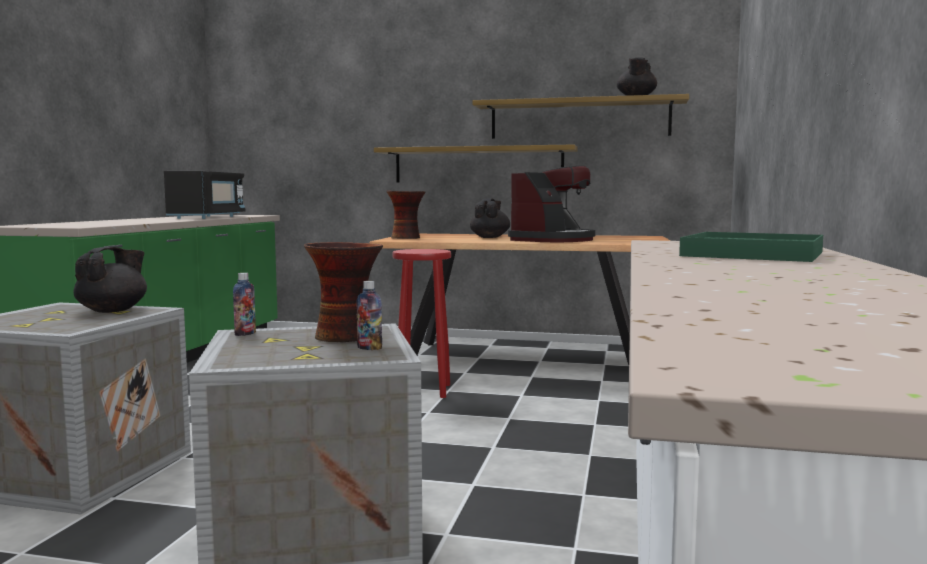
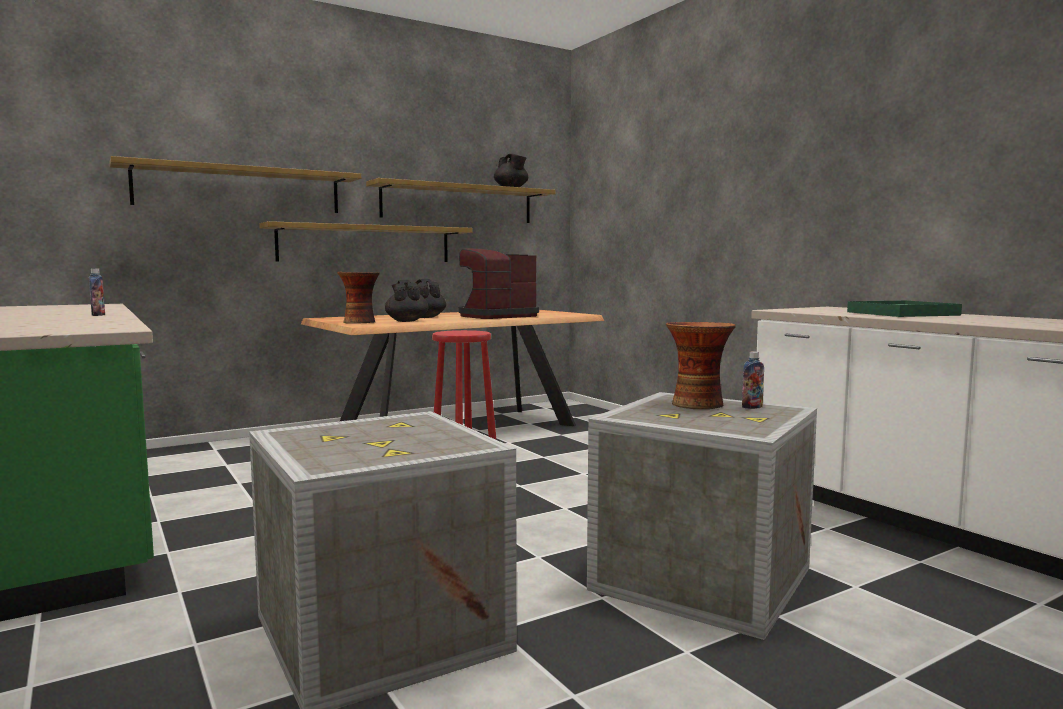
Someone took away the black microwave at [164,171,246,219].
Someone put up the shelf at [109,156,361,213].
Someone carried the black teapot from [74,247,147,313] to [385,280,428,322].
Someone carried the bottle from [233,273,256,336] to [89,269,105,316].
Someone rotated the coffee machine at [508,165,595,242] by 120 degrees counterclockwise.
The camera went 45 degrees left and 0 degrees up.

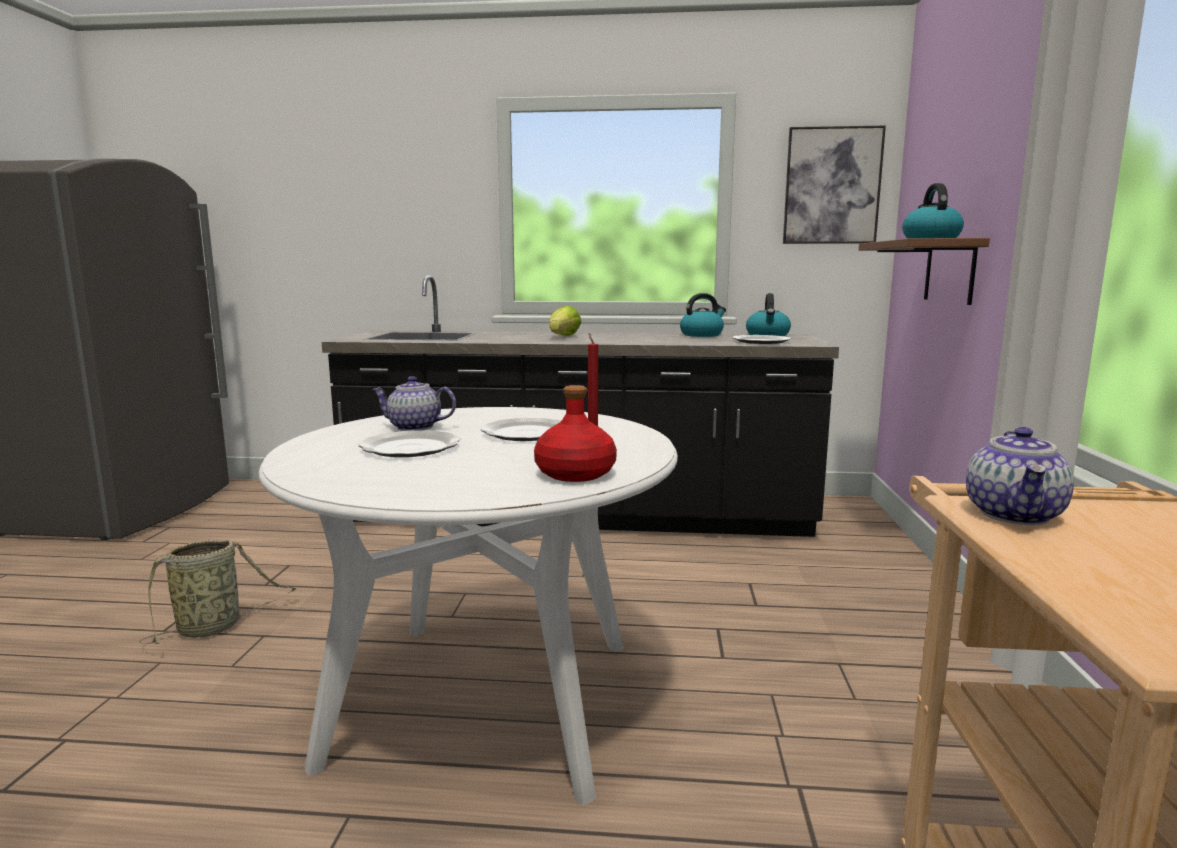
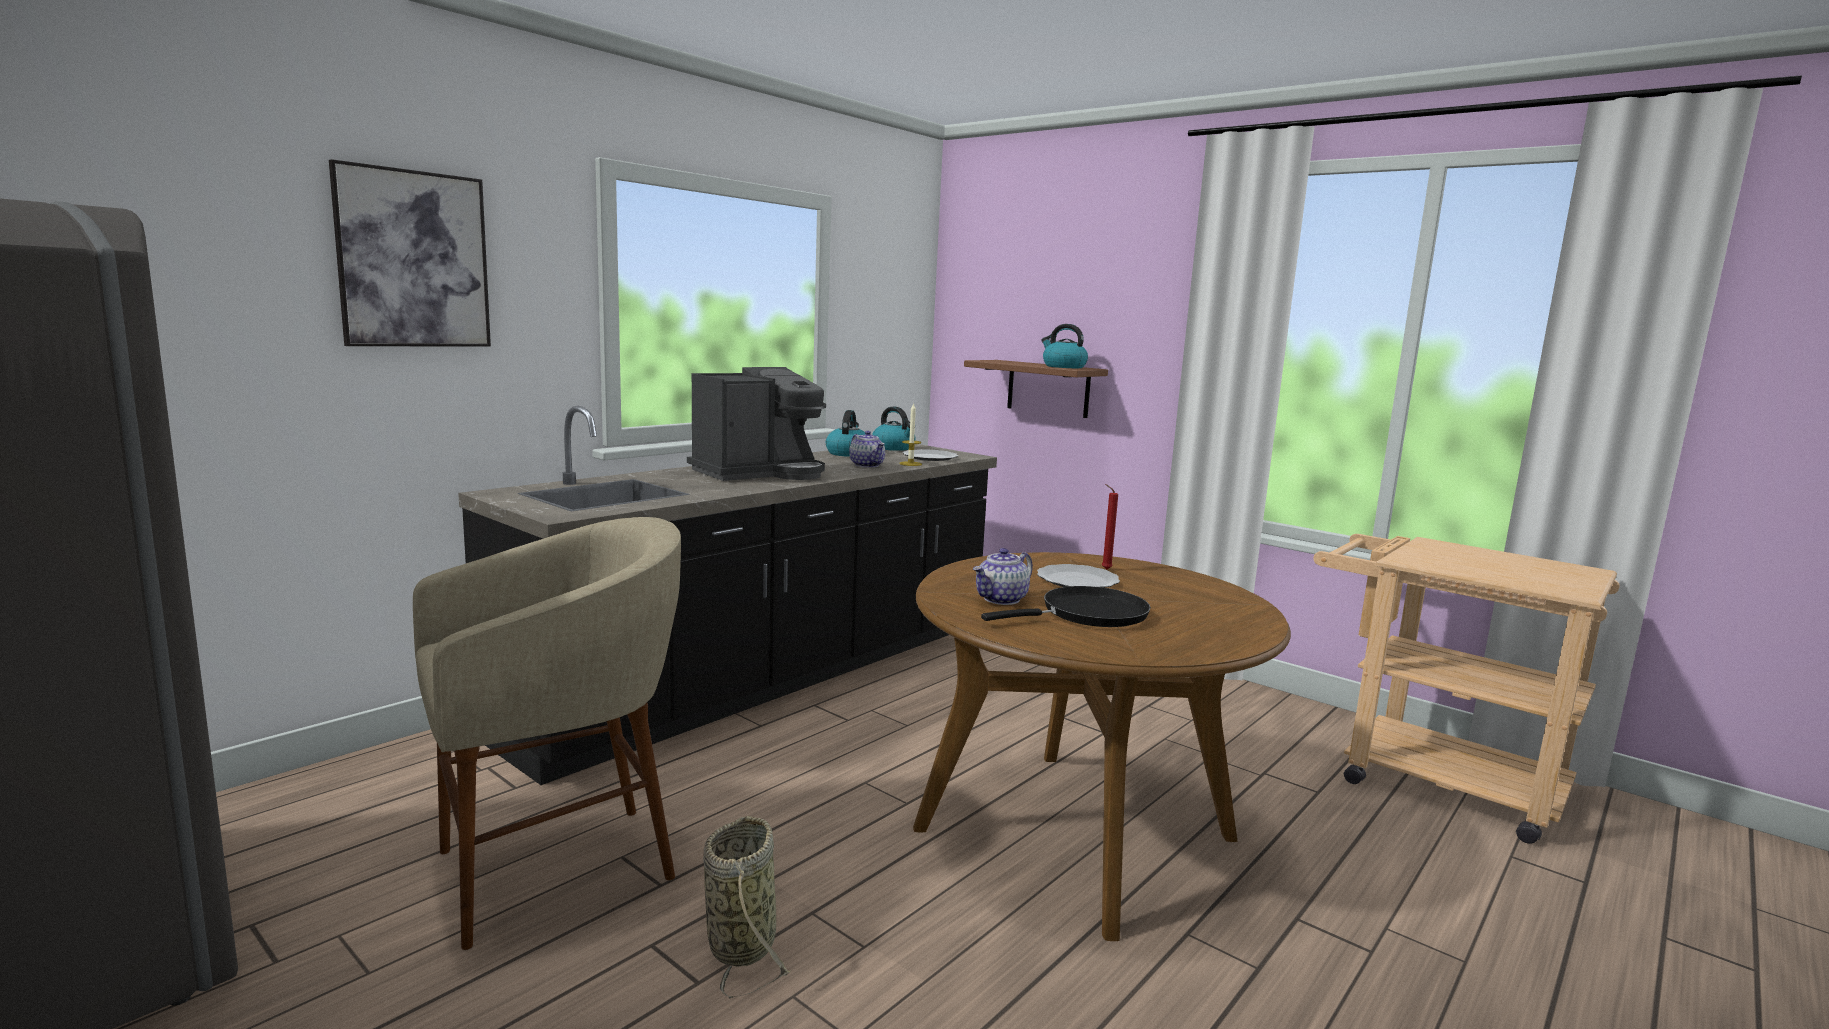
Someone took away the red bottle at [534,385,617,482].
Someone put down the beige stool at [413,517,681,950].
Someone put down the candle at [900,402,922,466].
Someone carried the picture from [783,126,886,244] to [329,159,491,346].
Someone carried the teapot from [966,427,1074,525] to [849,431,885,468].
Someone swapped the plate at [359,430,460,457] for the black frying pan at [981,586,1151,627].
Someone swapped the lettuce at [550,305,582,336] for the coffee machine at [687,367,826,481].
Someone repainted the white dining table at [259,407,678,805], which became the brown dining table at [913,552,1291,941].
The camera went 55 degrees left and 0 degrees up.

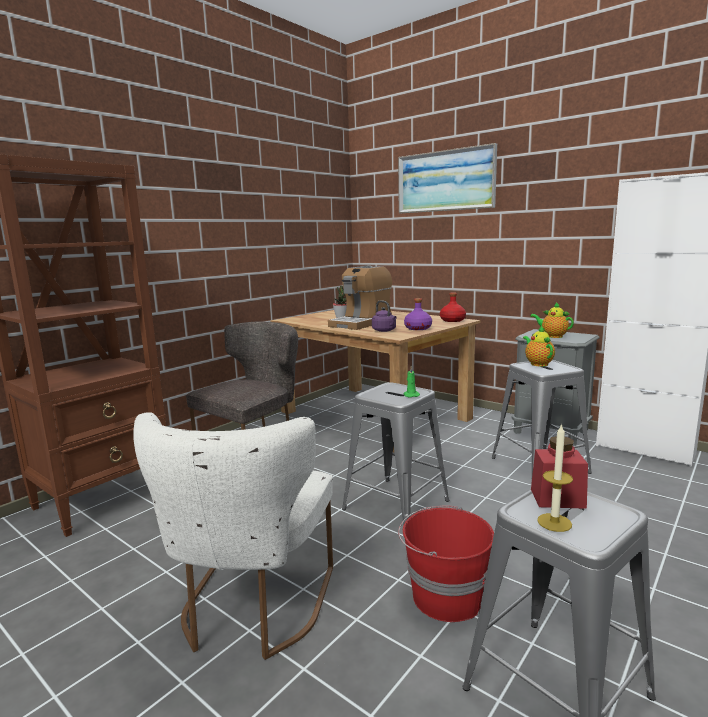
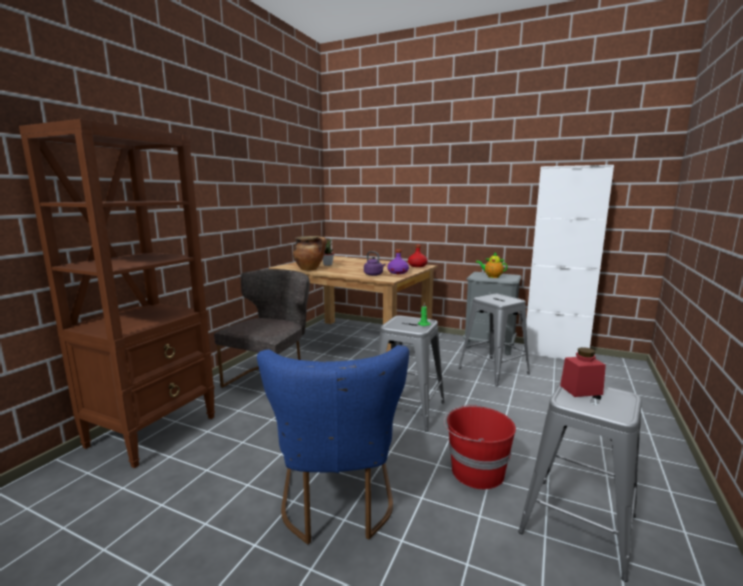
Someone took away the coffee machine at [328,265,392,330].
Someone took away the picture at [398,143,497,213].
Someone took away the teapot at [523,326,555,367].
Someone took away the candle at [537,423,573,532].
Someone put down the cooking pot at [293,236,326,271].
Someone repainted the white chair at [133,412,333,660], which became the blue chair at [257,345,409,544].
The camera went 15 degrees left and 0 degrees up.

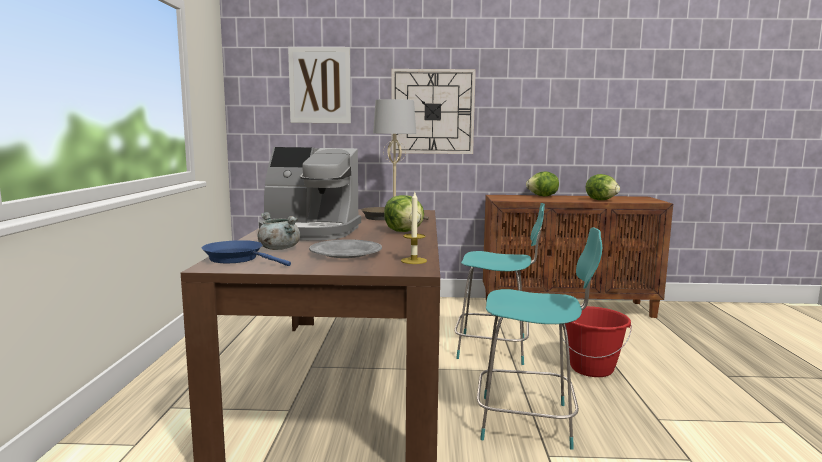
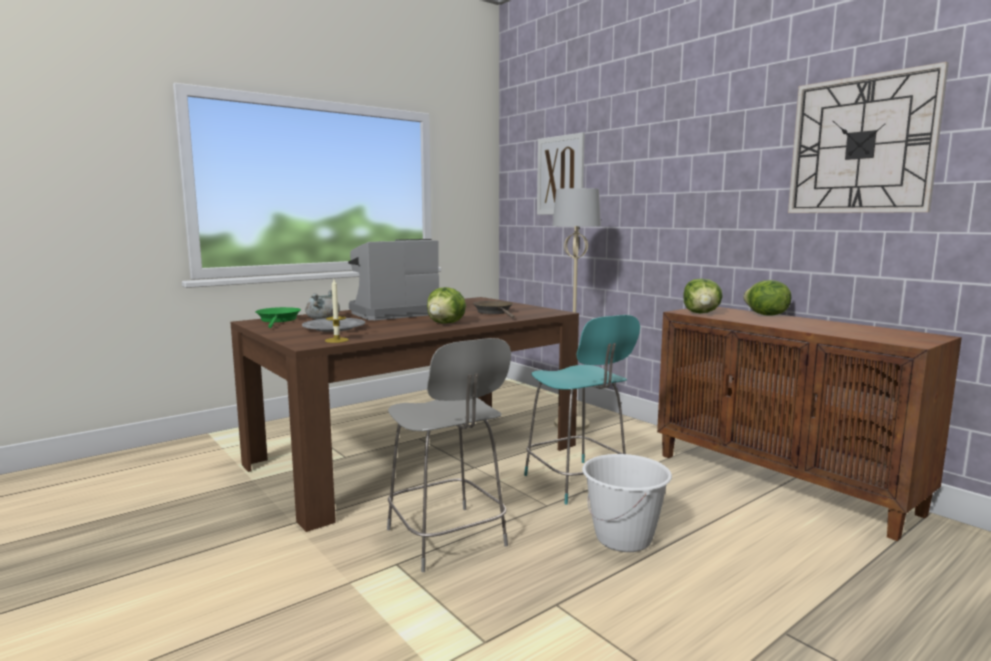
Someone carried the wall clock from [391,69,476,154] to [788,62,949,213].
Someone carried the lettuce from [586,174,620,200] to [683,279,723,313].
Someone repainted the blue frying pan at [201,240,291,266], which became the green frying pan at [255,307,301,328].
Someone repainted the turquoise chair at [477,228,602,450], which became the grey chair at [387,338,511,572].
Someone repainted the red bucket at [563,306,632,377], which became the white bucket at [582,454,672,552].
Someone rotated the coffee machine at [259,147,361,241] by 90 degrees clockwise.
The camera went 50 degrees right and 0 degrees up.

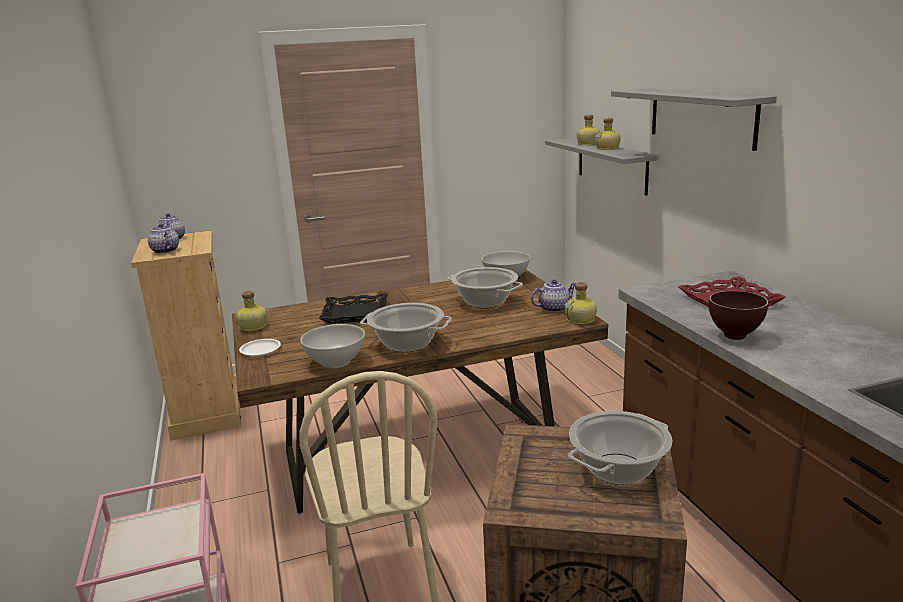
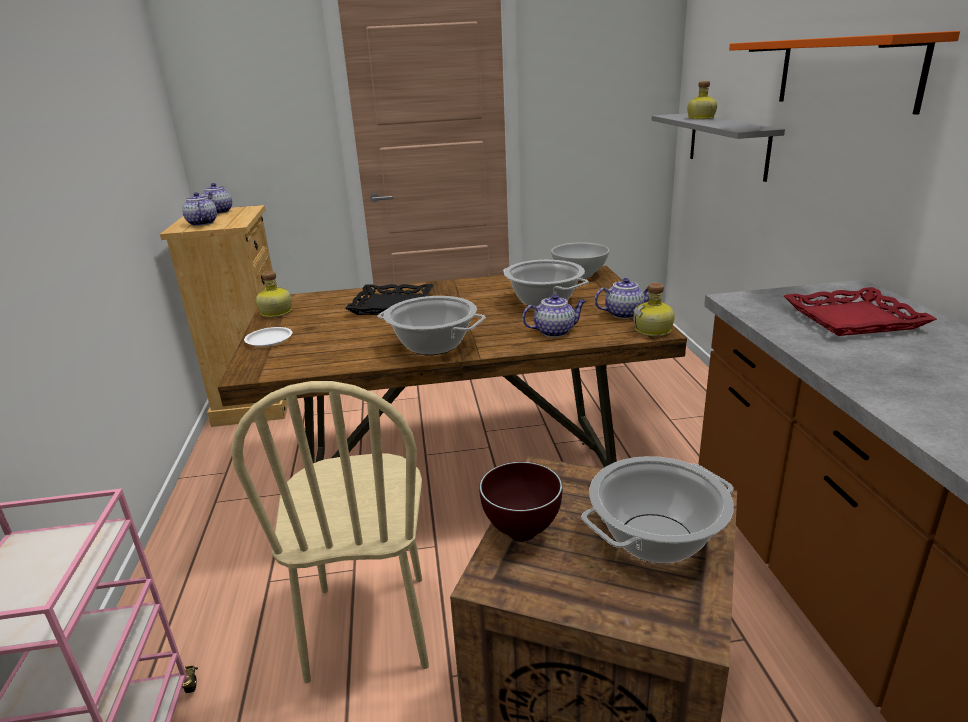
Someone took away the white bowl at [300,324,365,368].
Someone took away the bottle at [595,118,621,150].
Someone put down the teapot at [522,294,586,337].
Someone carried the brown bowl from [709,291,769,340] to [479,462,562,541].
Someone repainted the grey shelf at [611,88,777,151], which became the orange shelf at [729,31,960,115].
The camera went 10 degrees right and 5 degrees up.

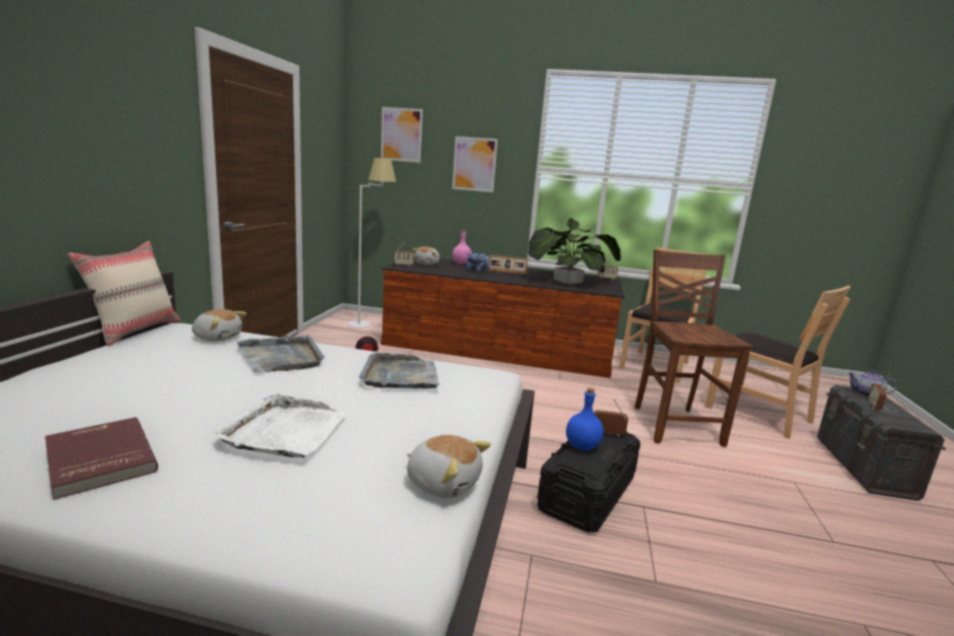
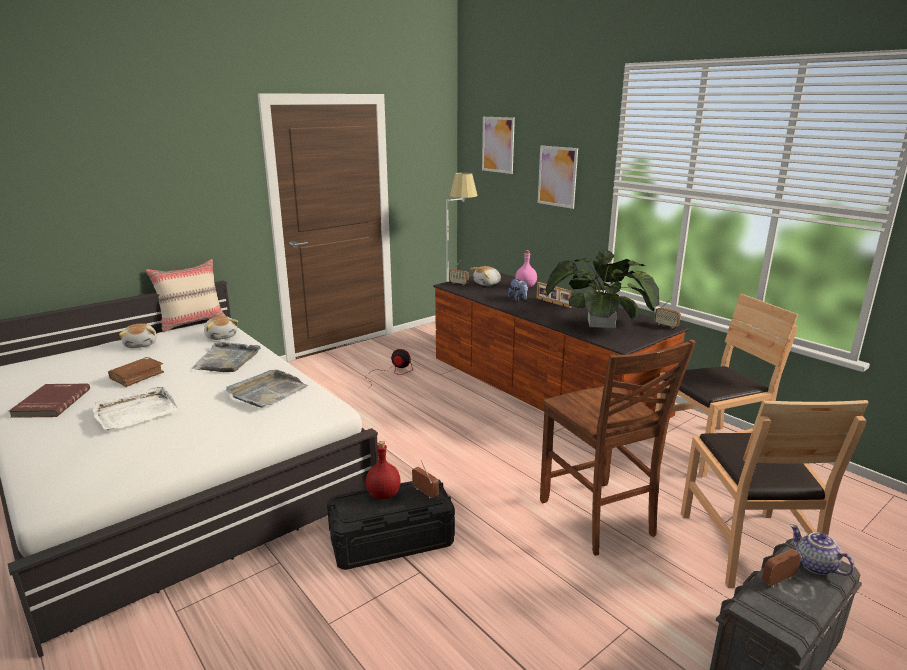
Someone put down the brown book at [108,357,164,387].
Someone carried the plush toy from [407,435,491,498] to [119,323,157,348].
Someone repainted the blue bottle at [566,387,604,451], which became the red bottle at [366,441,401,499].
Someone rotated the brown chair at [635,250,752,447] by 120 degrees clockwise.
The camera went 40 degrees right and 5 degrees up.

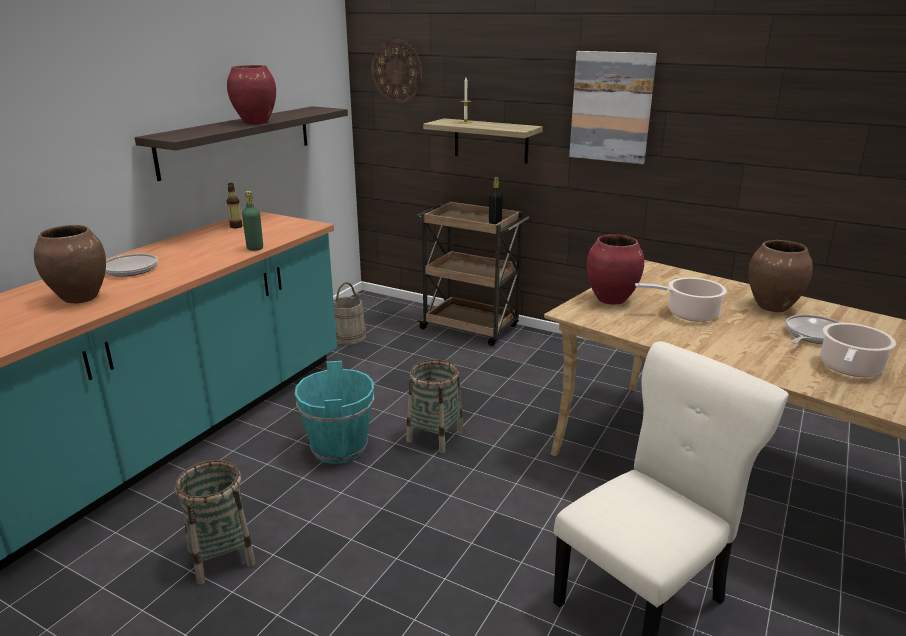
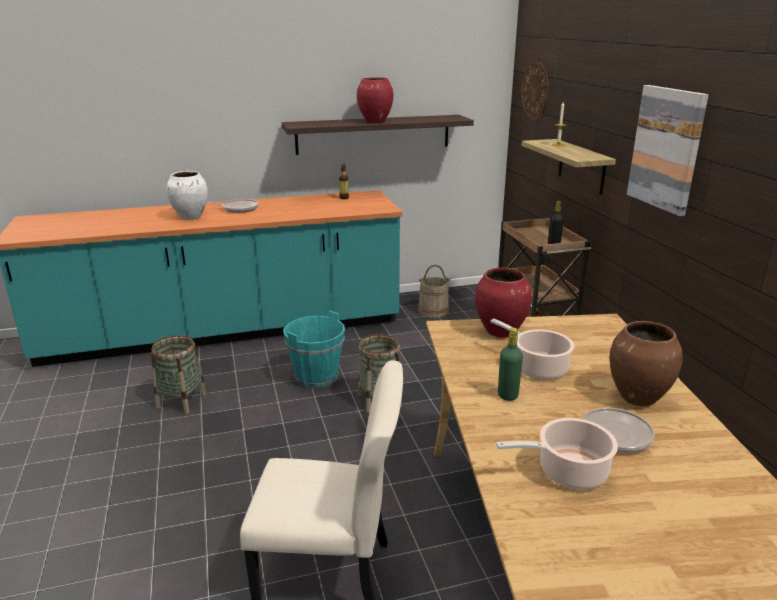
Someone carried the green bottle from [242,191,263,251] to [498,327,523,401].
Someone repainted the brown vase at [34,225,106,304], which became the white vase at [167,171,208,220].
The camera went 45 degrees right and 0 degrees up.

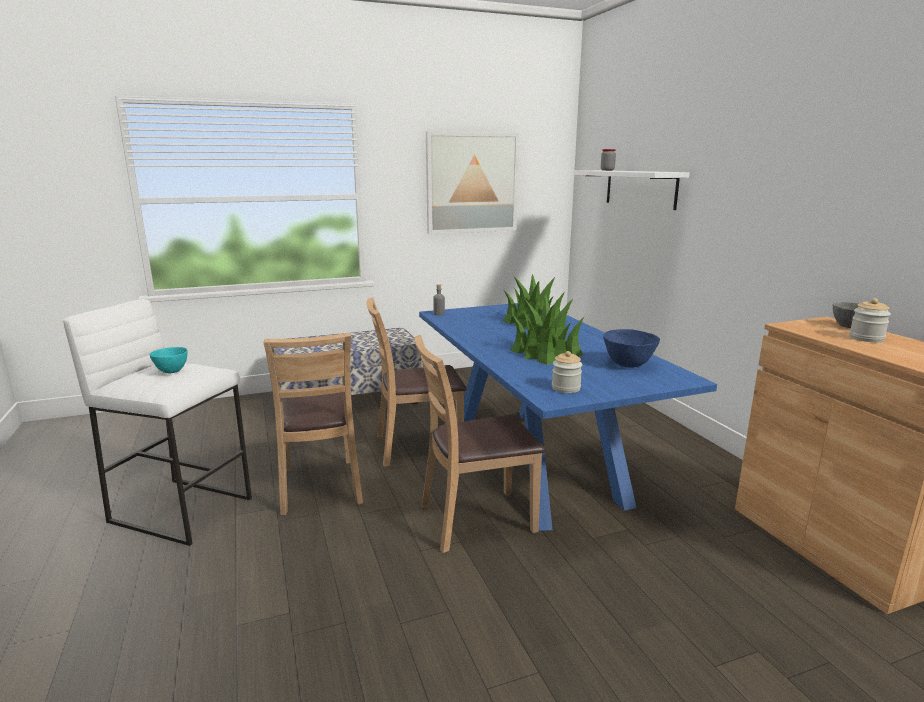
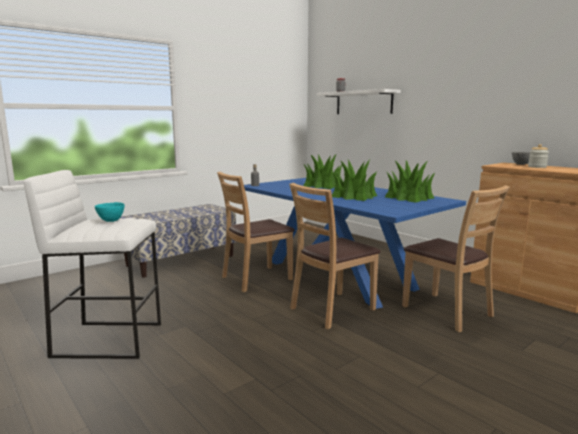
Someone took away the picture at [426,132,519,234].
Someone took away the jar at [552,351,582,393].
Someone carried the brown chair from [263,333,363,515] to [402,185,510,332].
Someone swapped the blue bowl at [603,329,660,367] for the potted plant at [385,160,435,202].
The camera went 20 degrees left and 5 degrees down.

